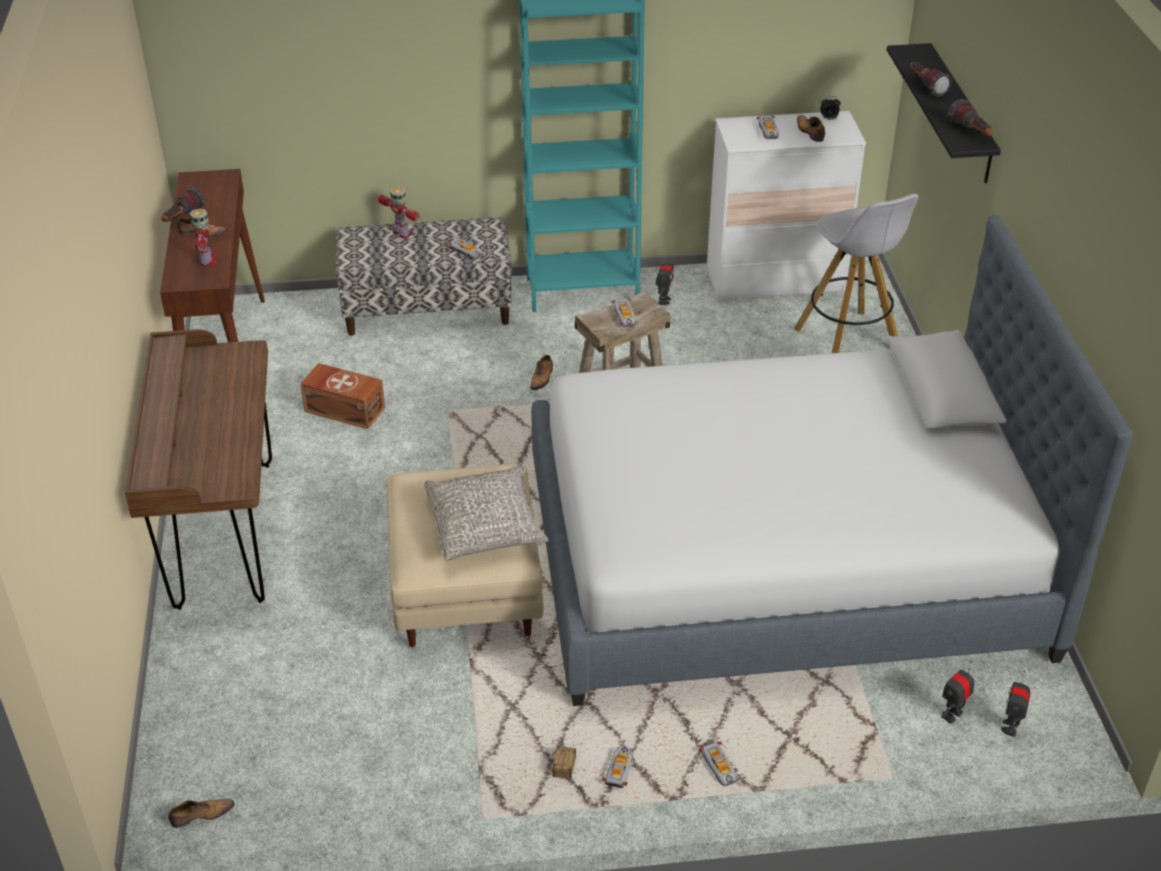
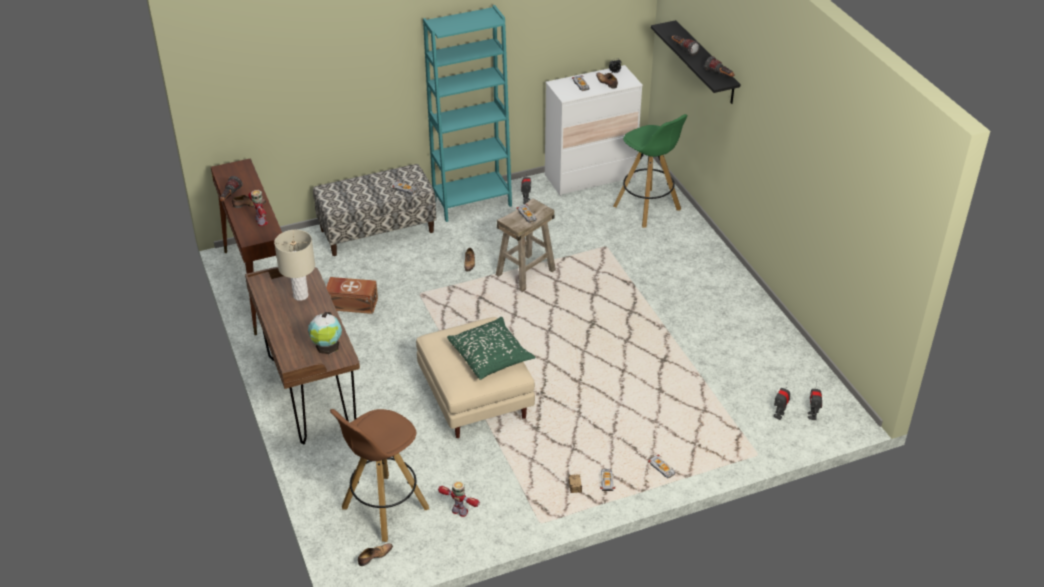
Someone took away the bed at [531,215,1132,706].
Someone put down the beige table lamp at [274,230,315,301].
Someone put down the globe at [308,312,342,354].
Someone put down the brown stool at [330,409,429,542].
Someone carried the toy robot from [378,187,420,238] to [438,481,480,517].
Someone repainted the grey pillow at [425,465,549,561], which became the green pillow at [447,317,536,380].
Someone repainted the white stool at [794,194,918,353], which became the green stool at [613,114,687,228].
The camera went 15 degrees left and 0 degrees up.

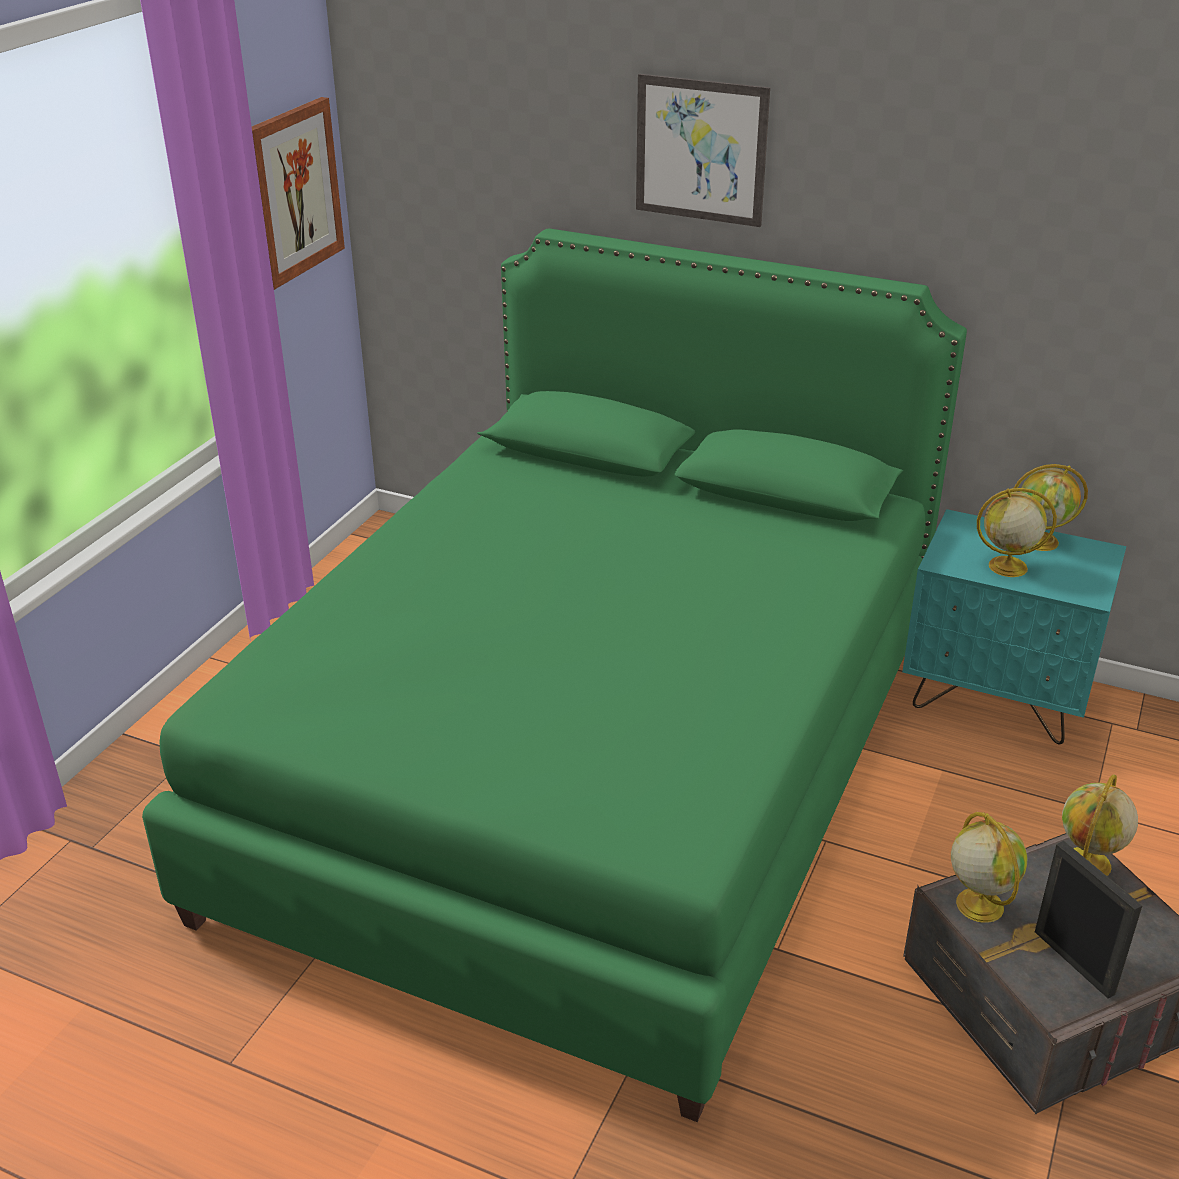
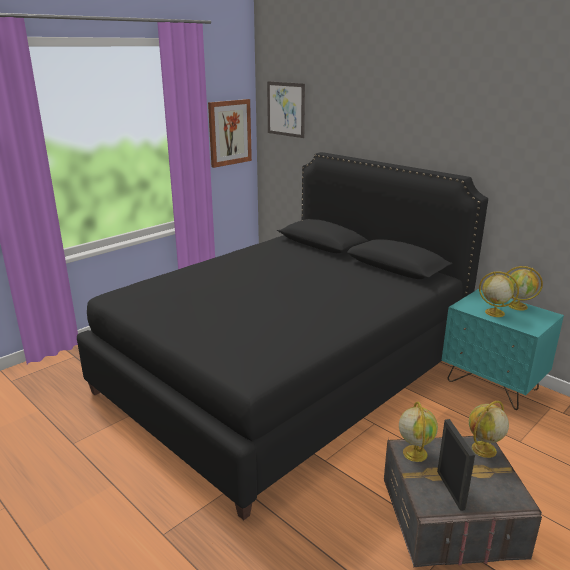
Someone carried the picture from [636,74,770,227] to [267,81,305,138].
Someone repainted the green bed at [142,228,967,1122], which became the black bed at [77,152,488,520].
The camera went 20 degrees right and 10 degrees down.

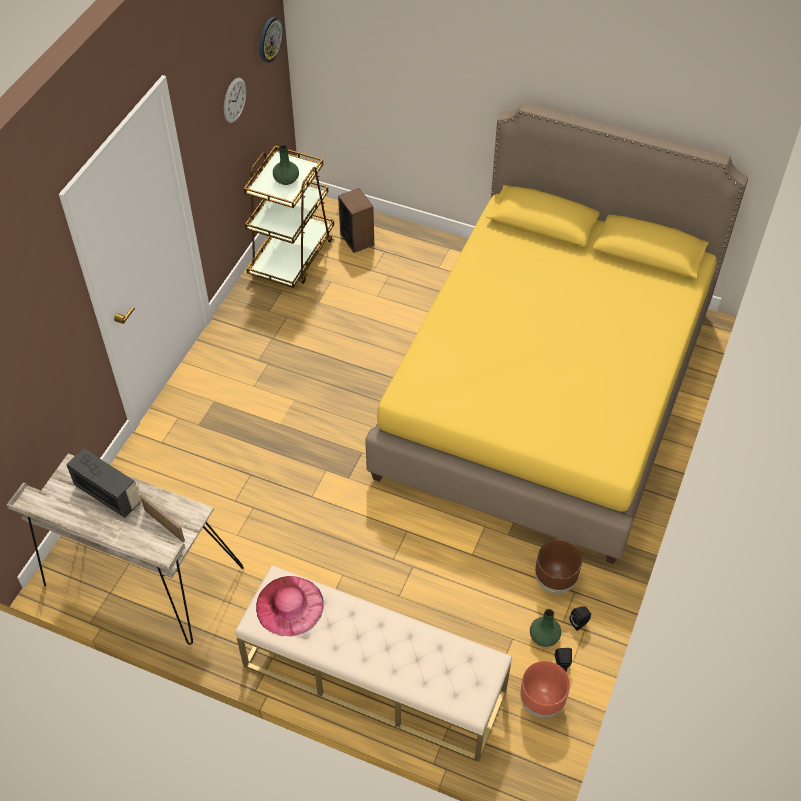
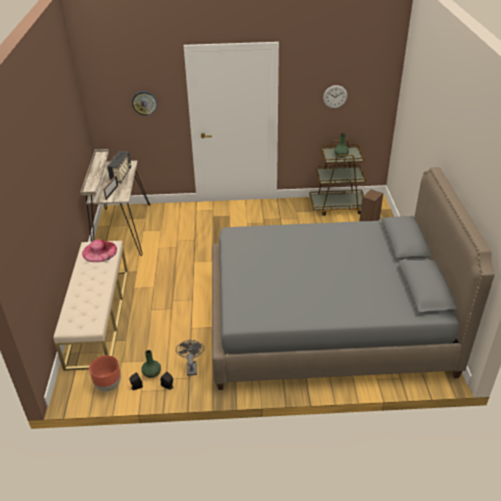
Someone carried the wall clock from [260,17,283,63] to [132,91,157,116].
Someone swapped the brown planter at [535,540,582,594] for the grey fan at [176,340,204,376].
Someone repainted the yellow bed at [365,102,748,564], which became the grey bed at [212,167,495,390].
The camera went 65 degrees right and 15 degrees down.

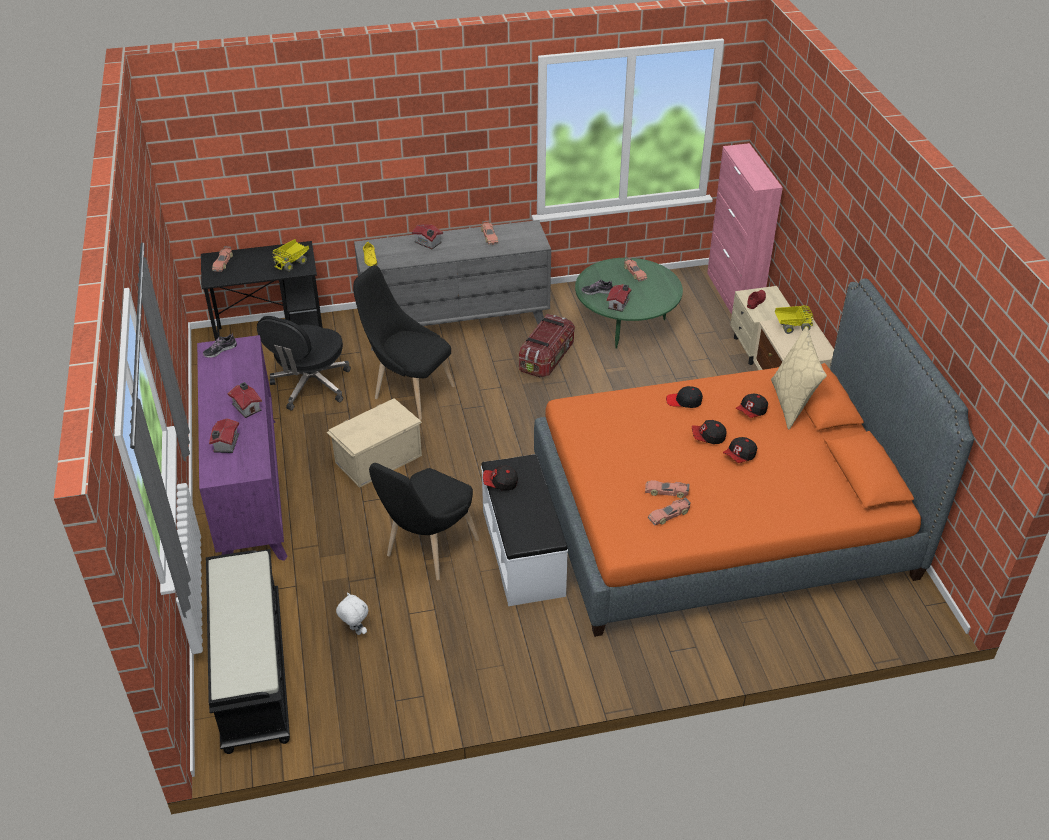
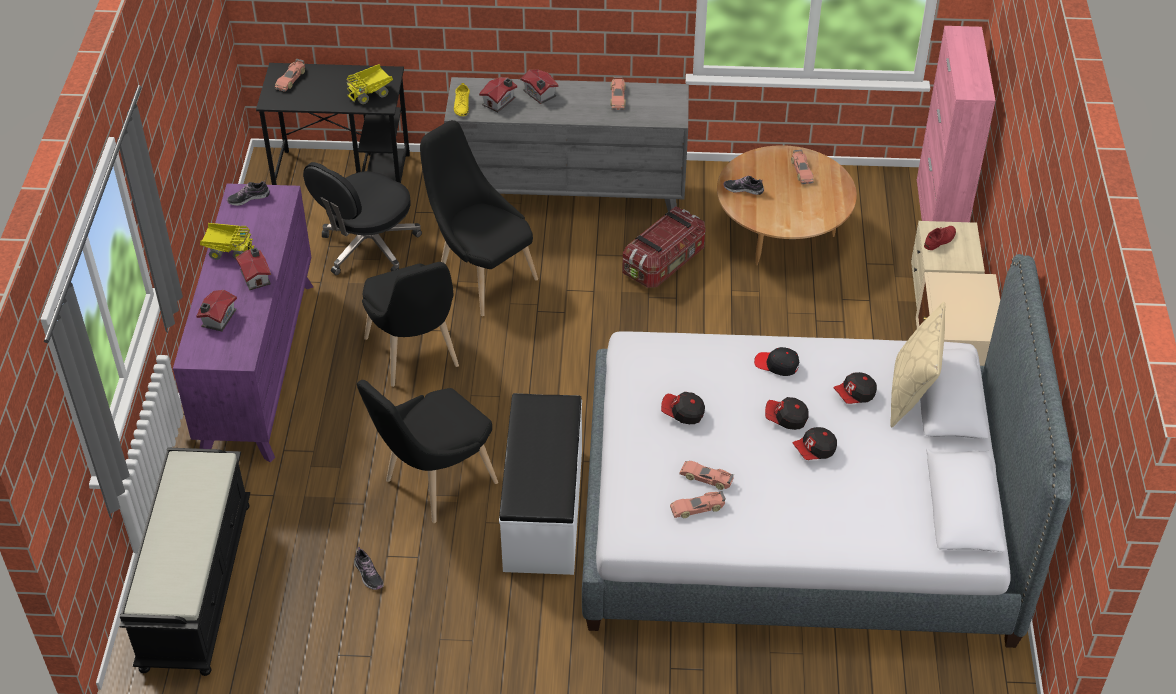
Someone took away the white plush toy at [336,592,368,635].
Someone put down the shoe at [354,547,383,590].
Someone carried the cap from [483,466,518,491] to [661,392,705,424].
Someone carried the toy house from [607,284,632,312] to [479,77,517,112].
Someone carried the toy truck from [775,305,814,334] to [200,223,255,260].
Someone swapped the beige storage box at [327,398,422,488] for the black chair at [362,262,459,387].
Someone repainted the orange bed at [534,278,974,637], which became the grey bed at [582,254,1072,648].
Someone repainted the green coffee table at [575,258,683,349], which became the brown coffee table at [717,145,857,265].
The camera went 15 degrees right and 5 degrees up.

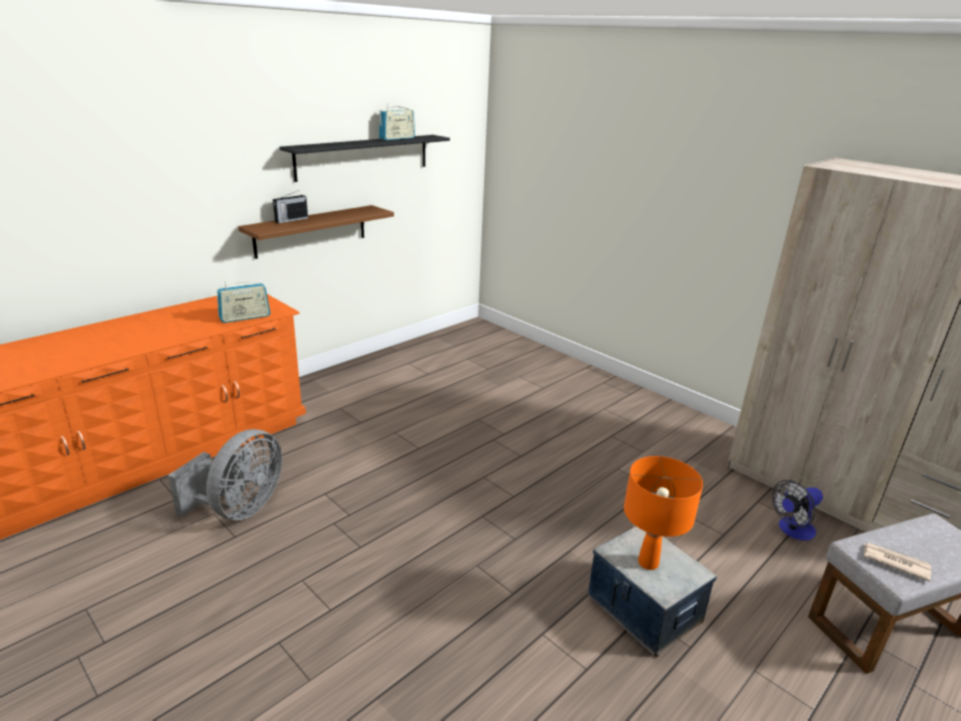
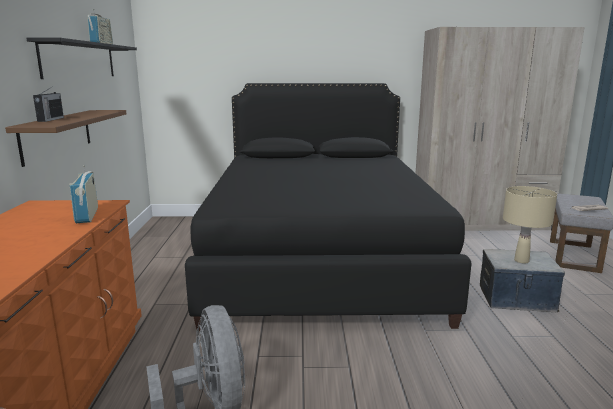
Someone took away the fan at [772,480,823,540].
Someone put down the black bed at [185,83,472,331].
Someone repainted the orange table lamp at [624,456,703,570], which became the beige table lamp at [503,186,557,263].
Someone rotated the radio at [216,281,270,323] by 150 degrees clockwise.
The camera went 45 degrees left and 10 degrees down.

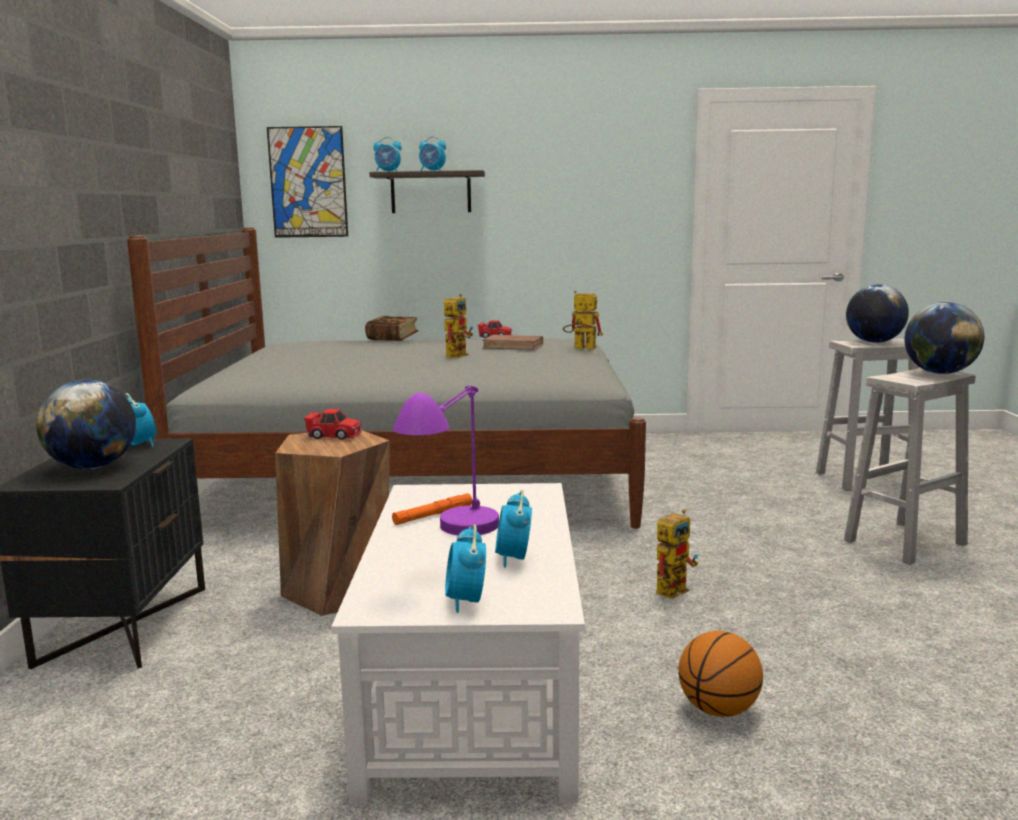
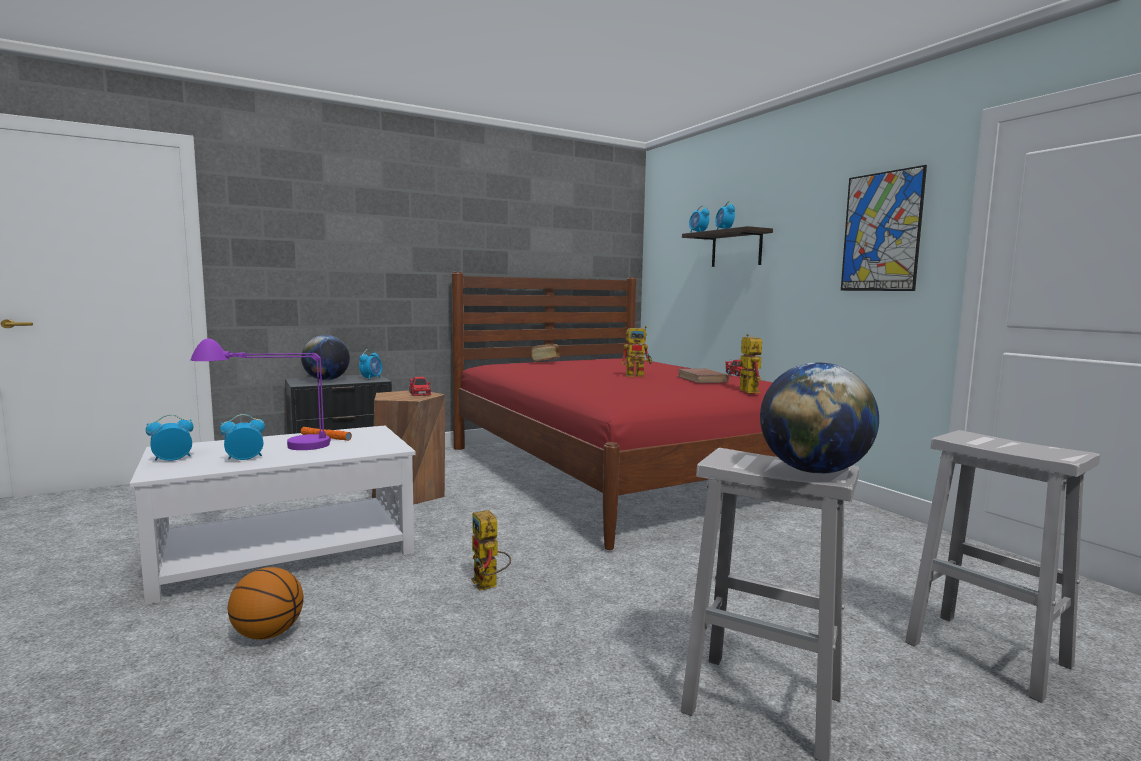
Someone took away the globe at [846,284,909,343].
Someone carried the picture from [267,126,348,238] to [841,165,927,291].
Someone carried the book from [365,316,418,341] to [531,344,560,362].
Someone repainted the grey bed at [127,227,646,529], which became the red bed at [452,272,777,550].
Someone rotated the toy robot at [656,509,698,599] by 45 degrees clockwise.
The camera went 60 degrees right and 5 degrees down.

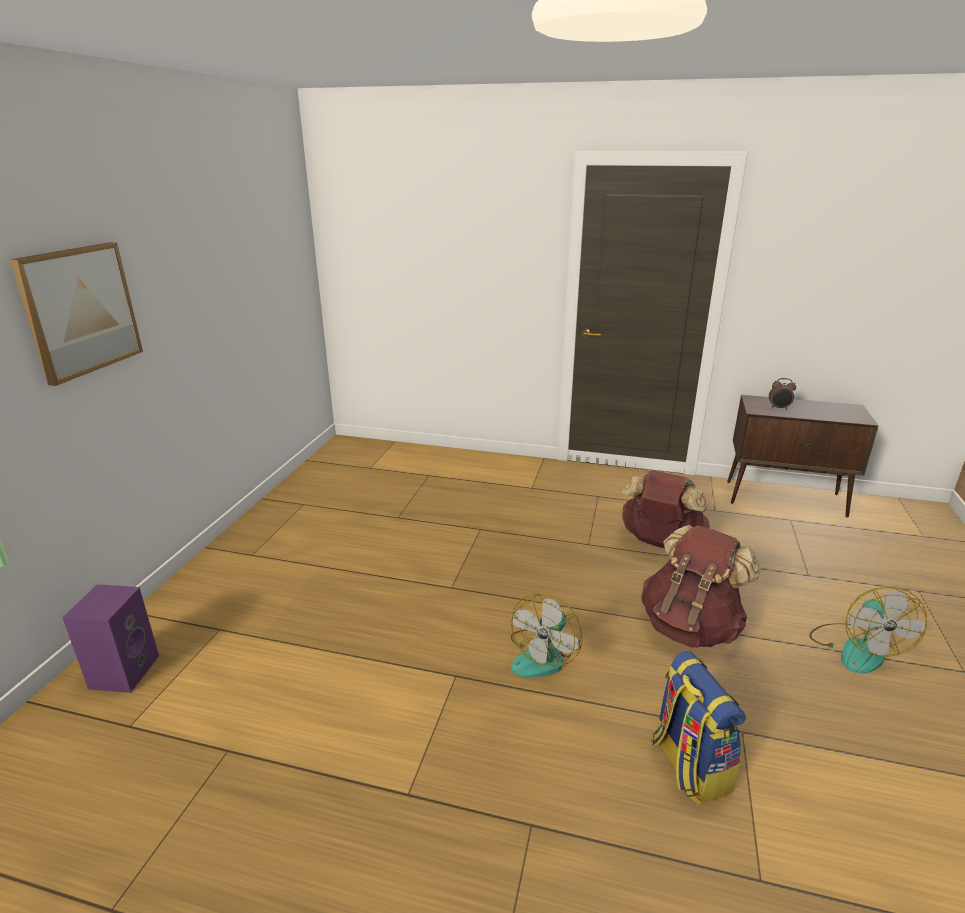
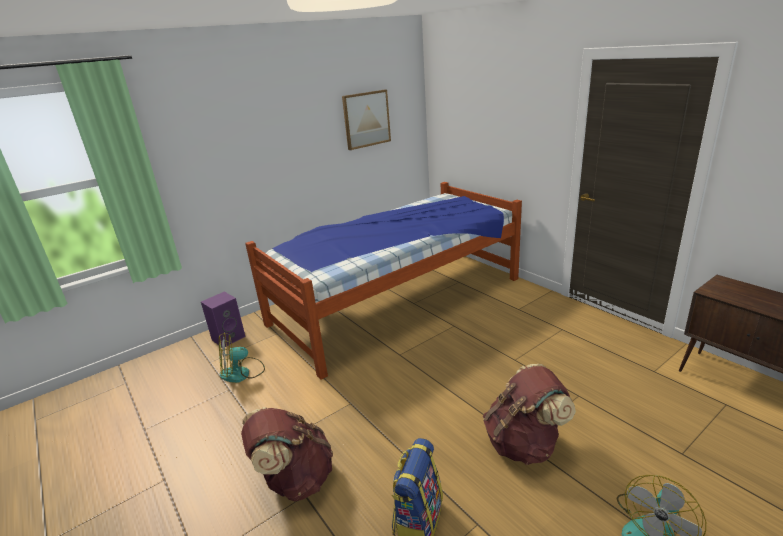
Someone took away the alarm clock at [769,378,796,410].
Someone put down the bed at [245,182,522,380].
Someone carried the picture from [10,242,143,386] to [342,90,391,150].
Someone carried the fan from [511,593,582,677] to [219,333,265,383].
Someone carried the brown backpack from [621,470,710,548] to [241,407,333,501].
The camera went 40 degrees right and 0 degrees up.

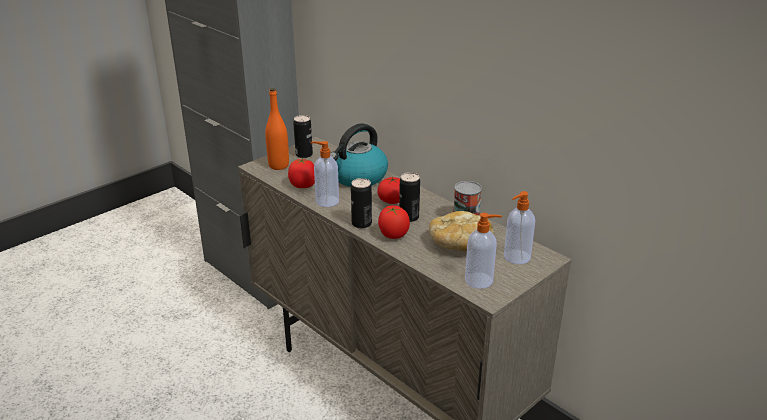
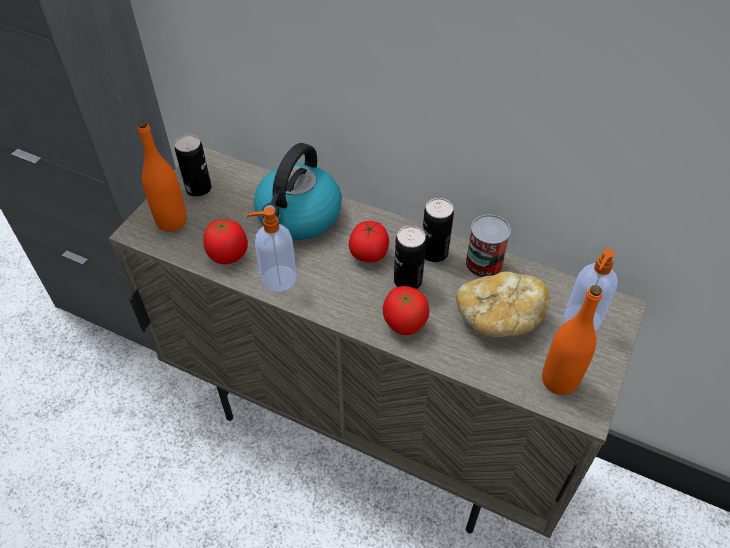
Someone carried the can from [351,178,372,228] to [423,198,454,262].
Someone swapped the soap dispenser at [465,213,502,289] for the orange bottle at [542,285,602,395].
The camera went 20 degrees left and 20 degrees up.

